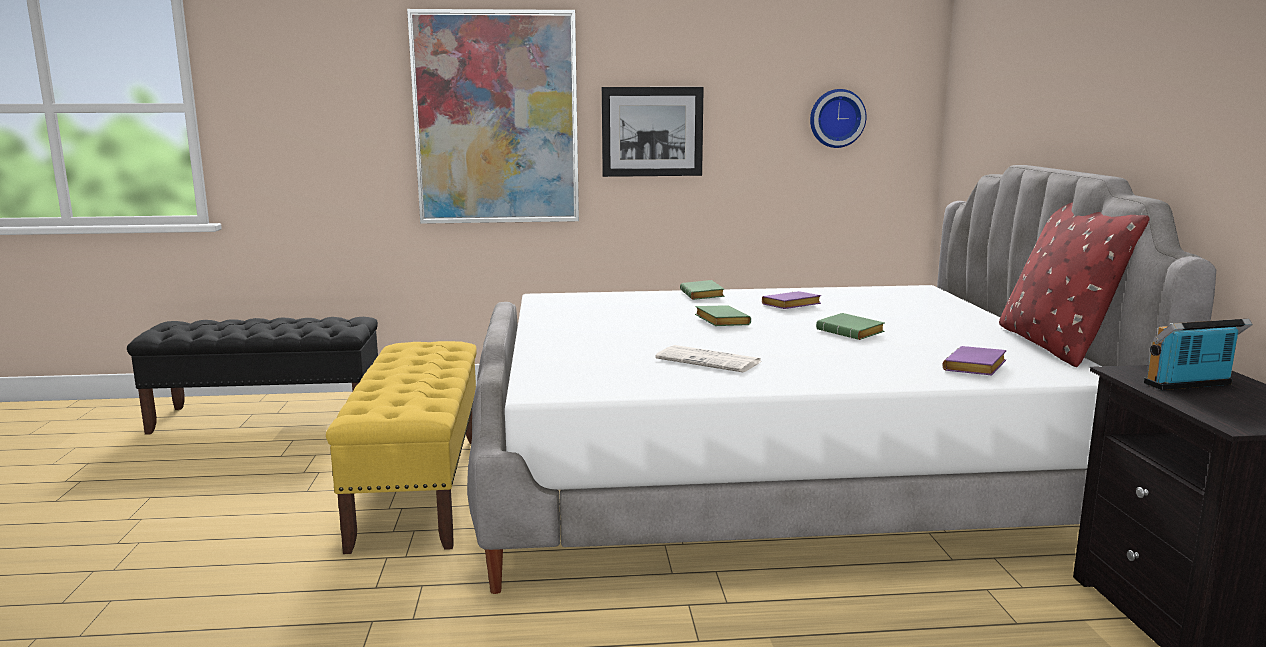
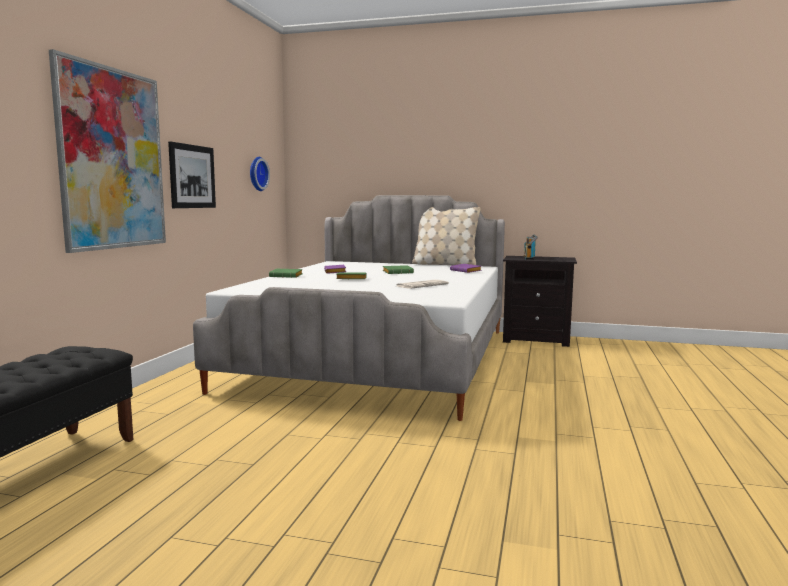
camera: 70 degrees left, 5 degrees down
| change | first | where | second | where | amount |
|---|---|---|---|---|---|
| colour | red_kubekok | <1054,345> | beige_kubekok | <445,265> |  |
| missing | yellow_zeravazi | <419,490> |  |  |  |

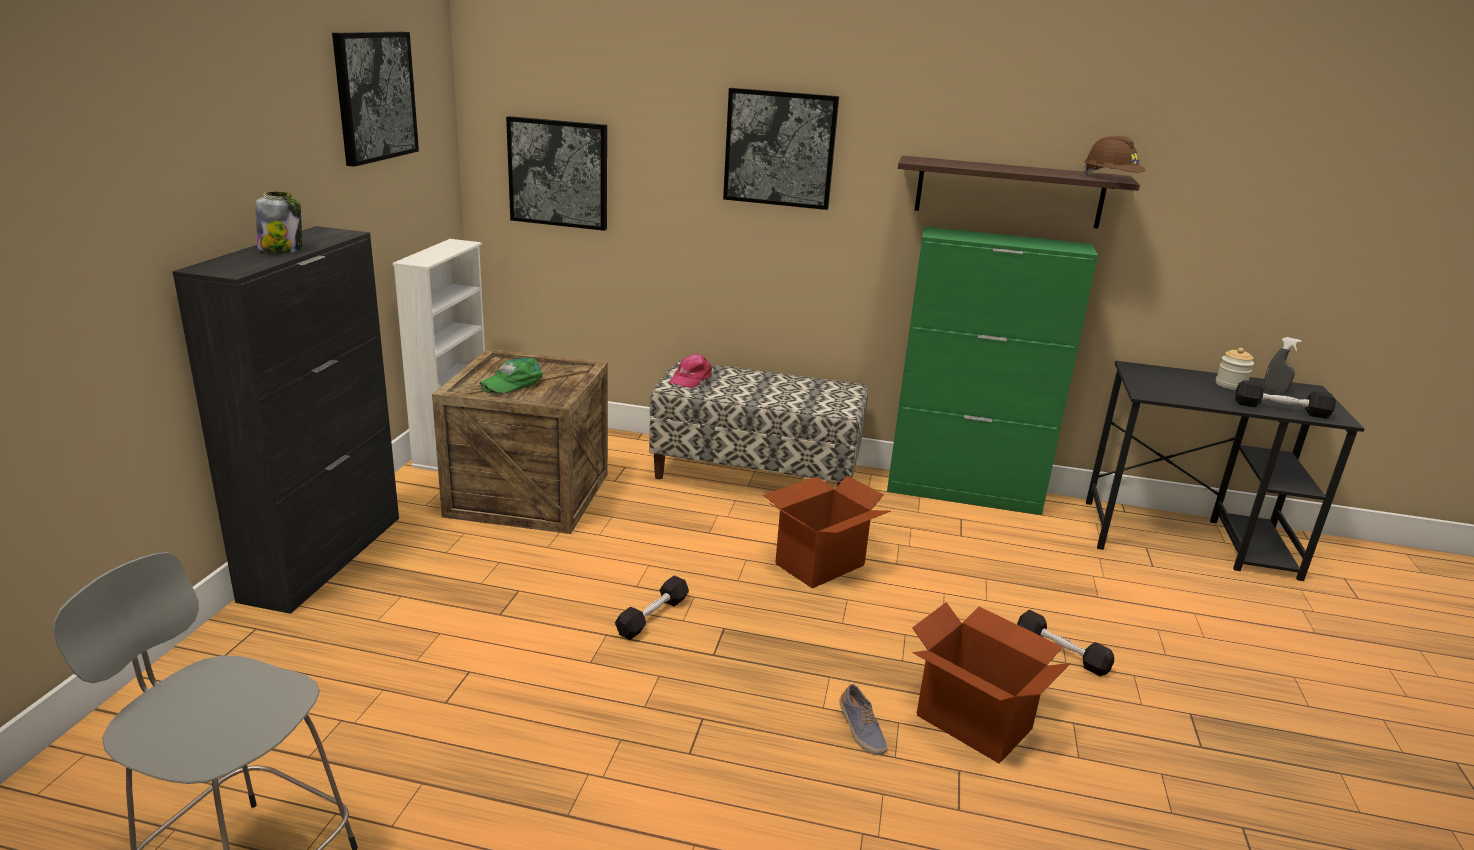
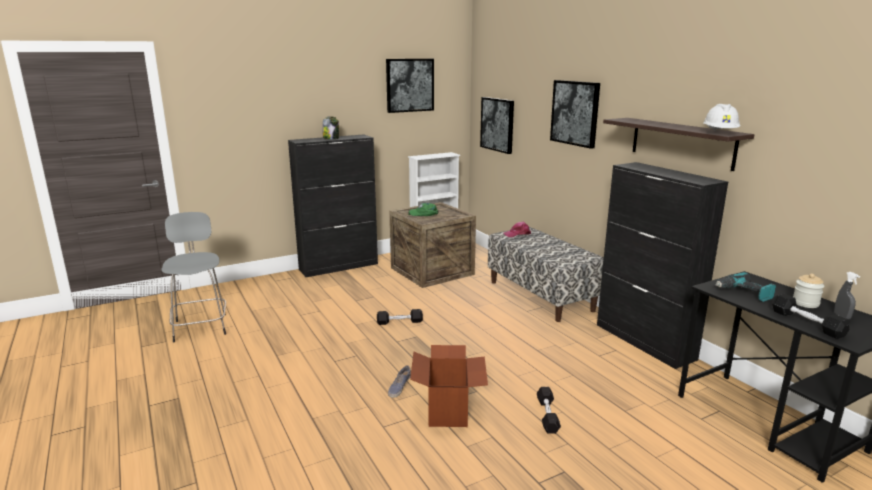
camera: 50 degrees right, 5 degrees down
| change | first | where | second | where | amount |
|---|---|---|---|---|---|
| colour | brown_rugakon | <1111,178> | white_rugakon | <720,133> |  |
| colour | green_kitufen | <964,493> | black_kitufen | <644,342> |  |
| missing | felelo | <818,564> |  |  |  |
| appeared |  |  | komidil | <744,293> |  |

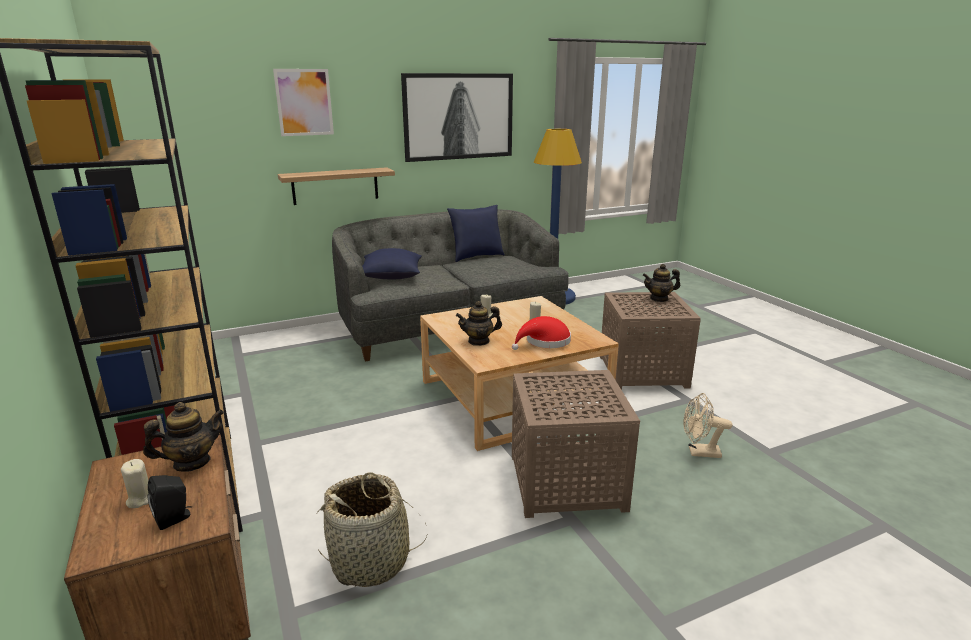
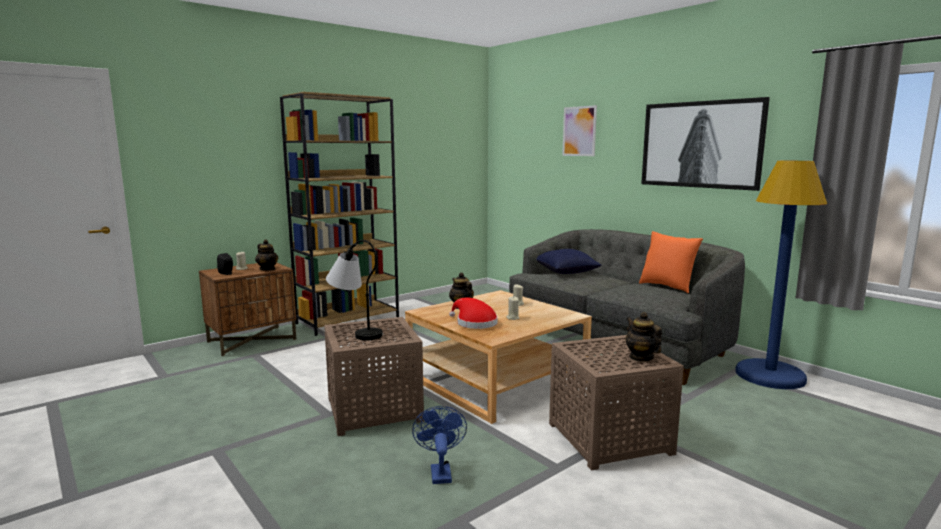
camera: 75 degrees right, 10 degrees down
| change | first | where | second | where | amount |
|---|---|---|---|---|---|
| missing | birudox | <335,186> |  |  |  |
| colour | blue_kubekok | <476,257> | orange_kubekok | <667,287> |  |
| colour | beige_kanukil | <699,452> | blue_kanukil | <440,471> |  |
| missing | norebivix | <371,561> |  |  |  |
| appeared |  |  | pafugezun | <355,332> |  |

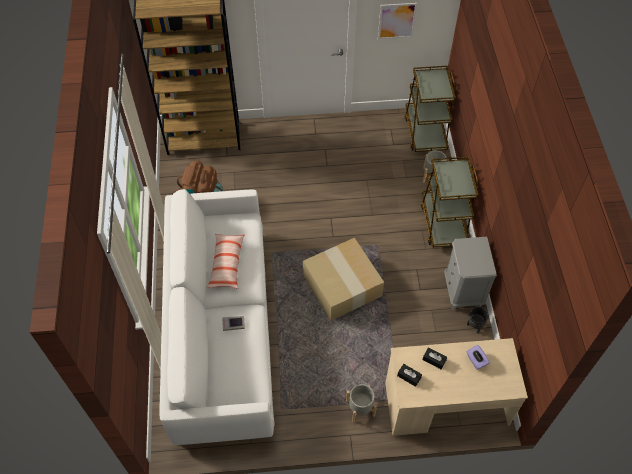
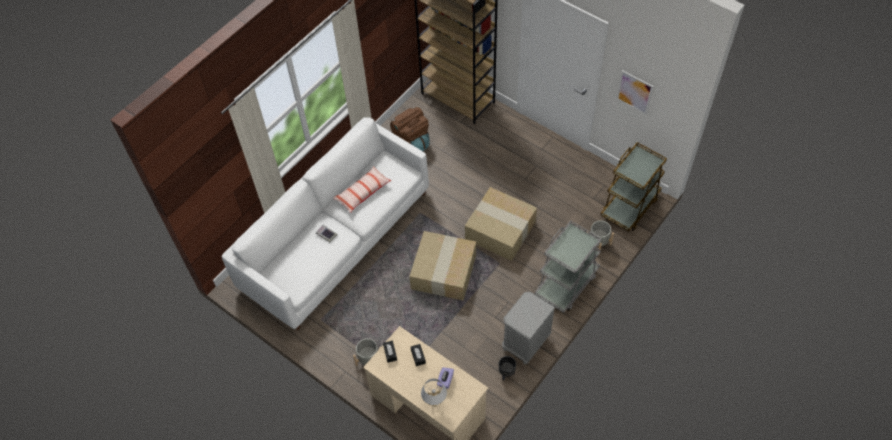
camera: 45 degrees right, 0 degrees up
| change | first | where | second | where | amount |
|---|---|---|---|---|---|
| colour | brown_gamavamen | <443,223> | grey_gamavamen | <566,284> |  |
| appeared |  |  | felelo | <501,230> |  |
| appeared |  |  | white_pafugezun | <434,403> |  |

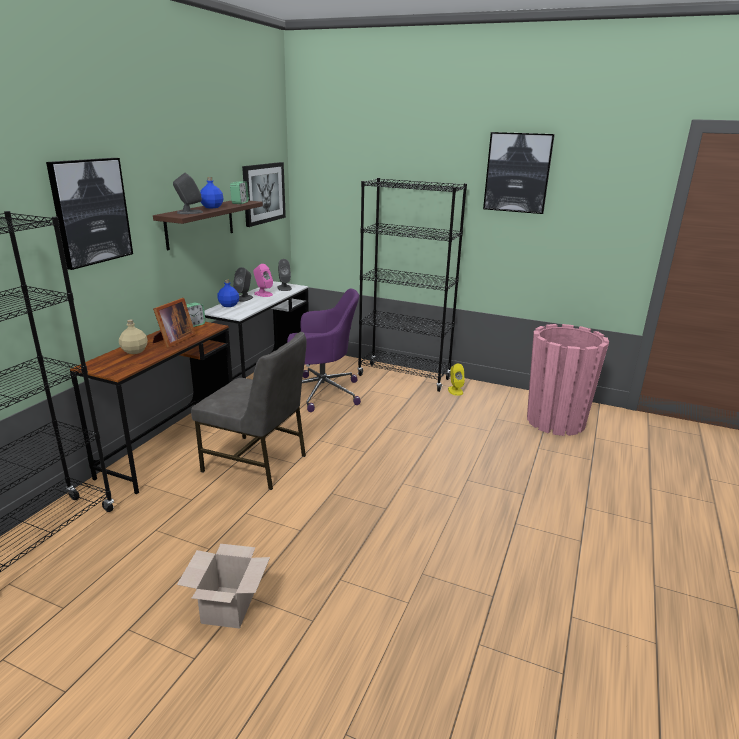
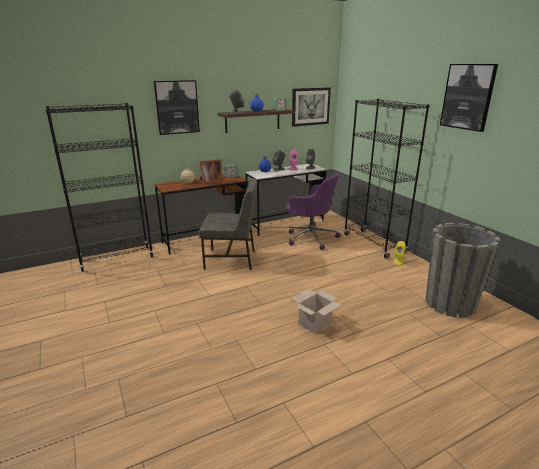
camera: 40 degrees right, 0 degrees up
| change | first | where | second | where | amount |
|---|---|---|---|---|---|
| colour | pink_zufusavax | <555,421> | grey_zufusavax | <450,303> |  |
| spun | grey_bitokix | <257,463> |  | <231,260> | 60 degrees counterclockwise |
| relocated | felelo | <228,606> |  | <315,322> |  |

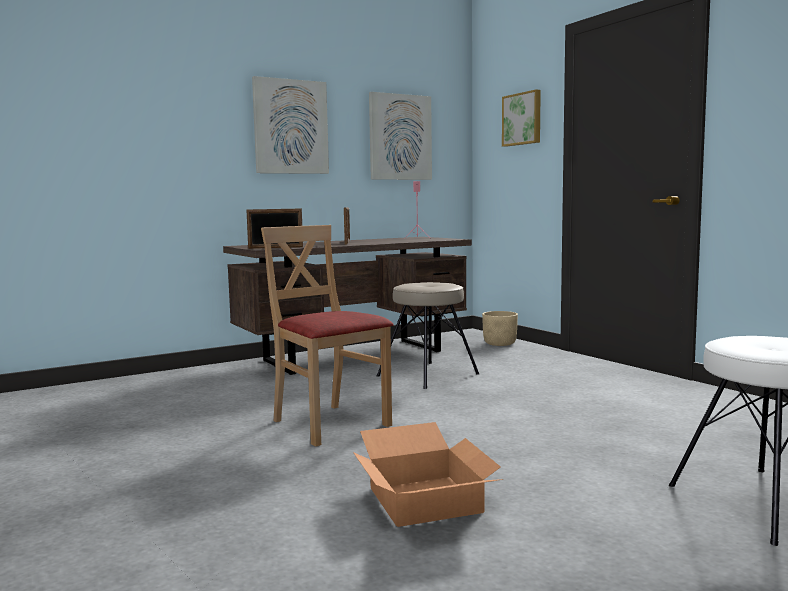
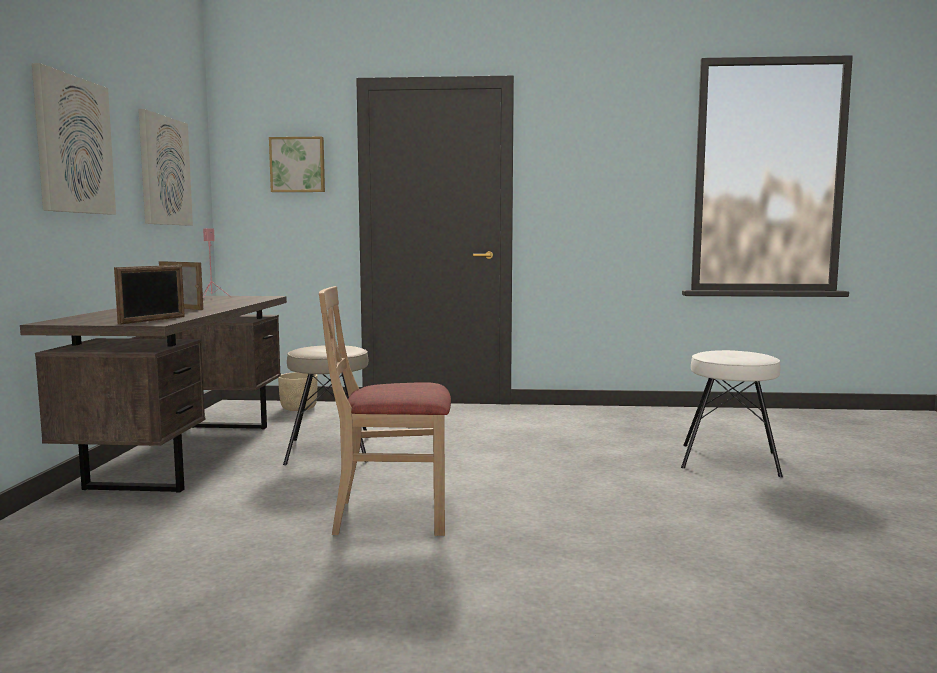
camera: 55 degrees left, 0 degrees up
| change | first | where | second | where | amount |
|---|---|---|---|---|---|
| missing | felelo | <427,500> |  |  |  |

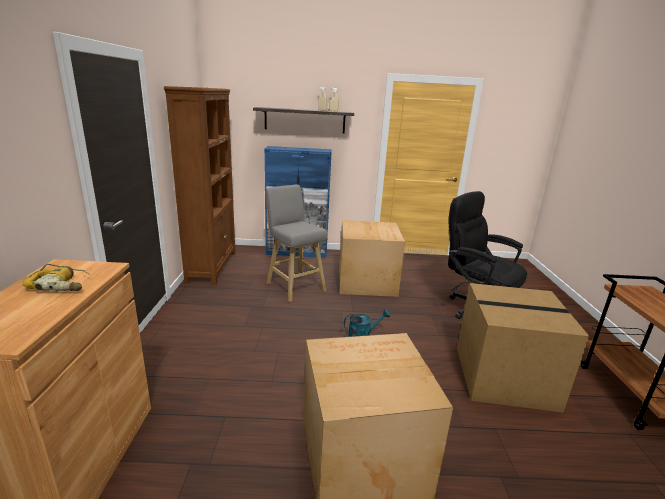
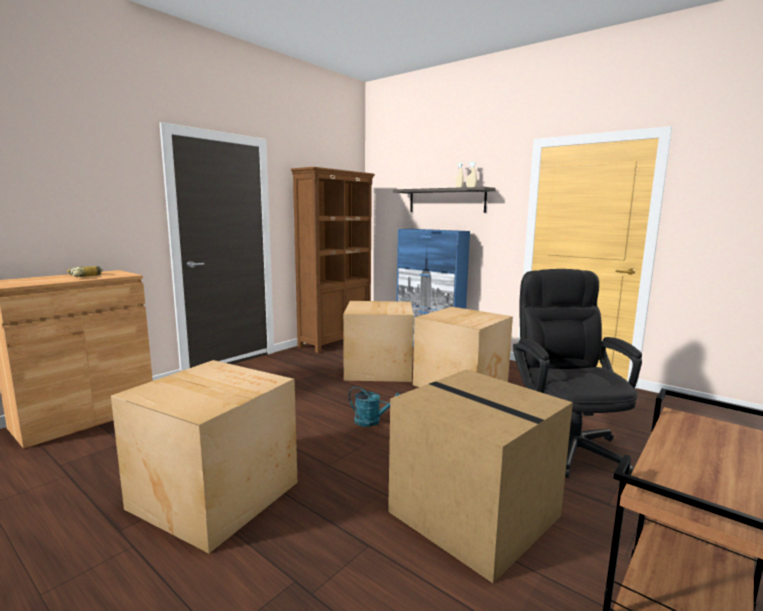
camera: 40 degrees right, 10 degrees down
| change | first | where | second | where | amount |
|---|---|---|---|---|---|
| exchanged | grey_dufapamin | <294,286> | felelo | <379,369> |  |

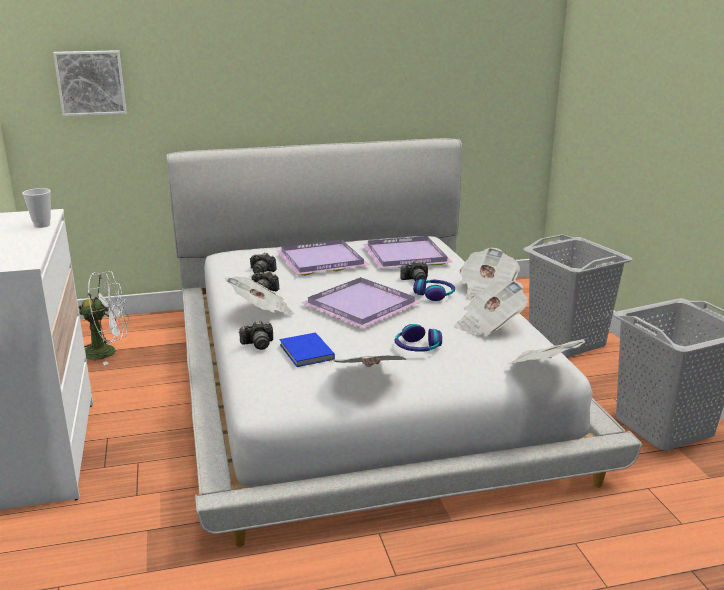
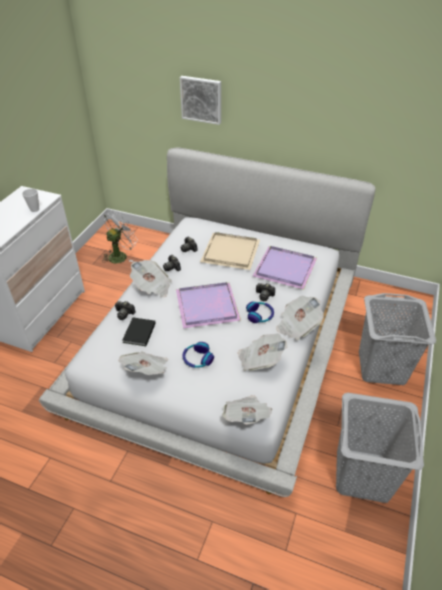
camera: 35 degrees right, 20 degrees up
| change | first | where | second | where | amount |
|---|---|---|---|---|---|
| relocated | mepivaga | <91,83> |  | <201,99> |  |
| colour | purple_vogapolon | <321,261> | beige_vogapolon | <229,253> |  |
| spun | white_kanukil | <107,352> |  | <120,255> | 75 degrees counterclockwise |
| colour | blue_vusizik | <306,353> | black_vusizik | <138,333> |  |

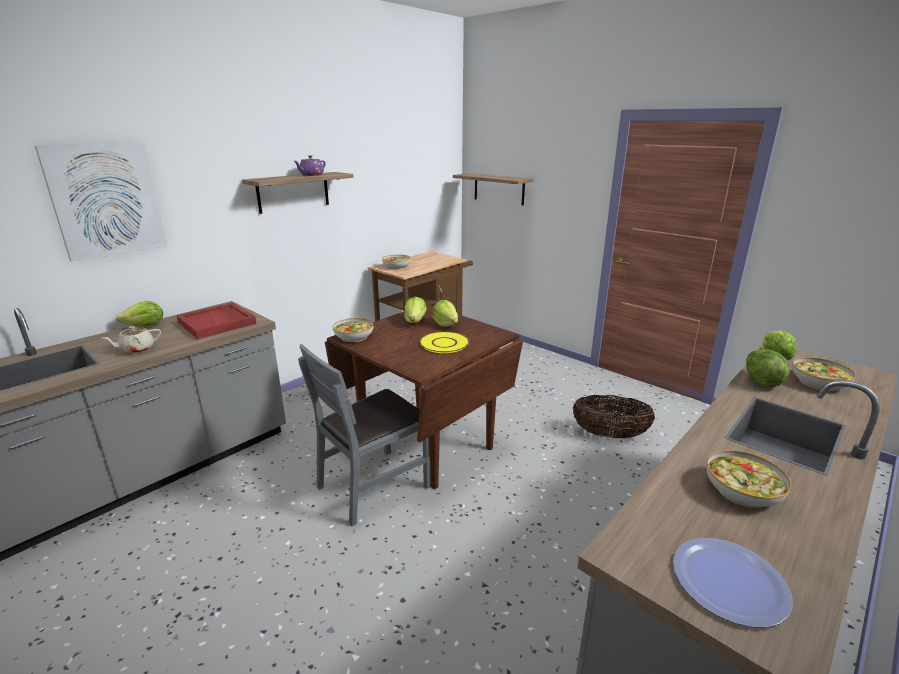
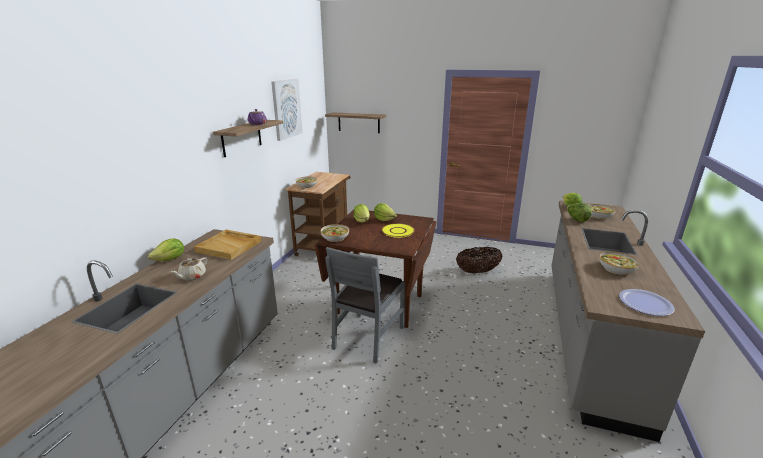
camera: 25 degrees left, 0 degrees up
| change | first | where | second | where | amount |
|---|---|---|---|---|---|
| relocated | mepivaga | <106,200> |  | <286,109> |  |
| colour | red_vogapolon | <218,323> | beige_vogapolon | <229,246> |  |

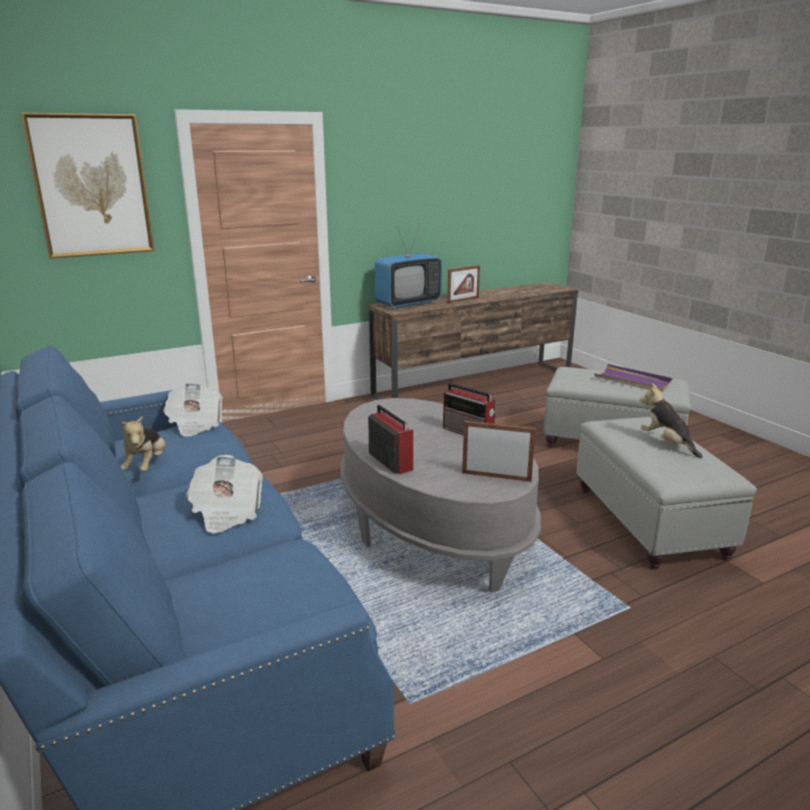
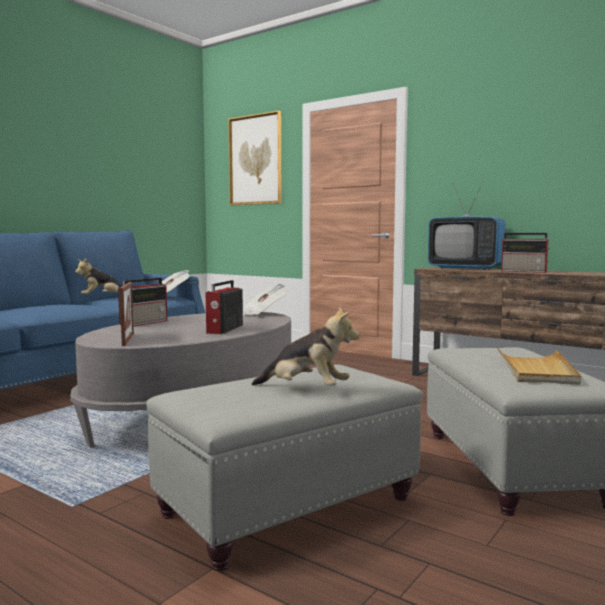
camera: 65 degrees right, 15 degrees down
| change | first | where | second | where | amount |
|---|---|---|---|---|---|
| exchanged | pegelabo | <463,300> | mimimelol | <525,271> |  |
| colour | purple_vogapolon | <633,381> | beige_vogapolon | <536,370> |  |
| spun | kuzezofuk | <667,443> |  | <306,389> | 75 degrees clockwise |
| relocated | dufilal | <227,512> |  | <262,314> |  |

